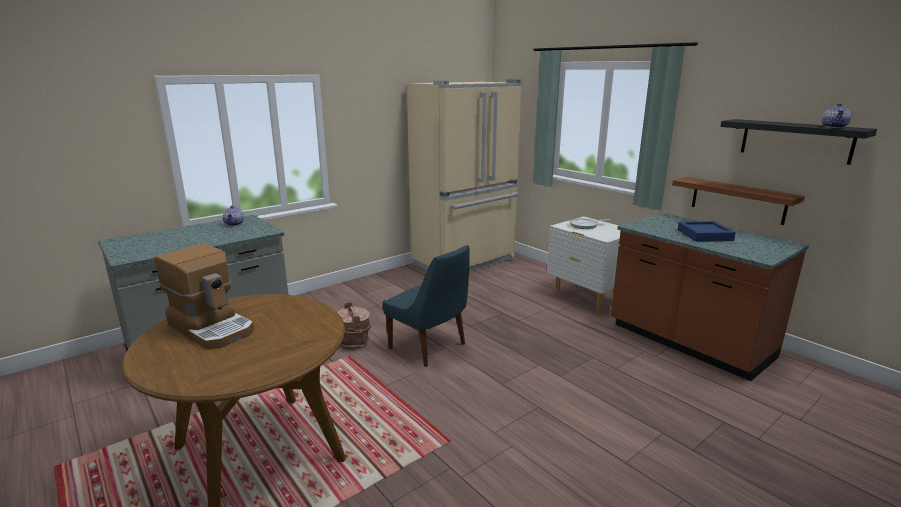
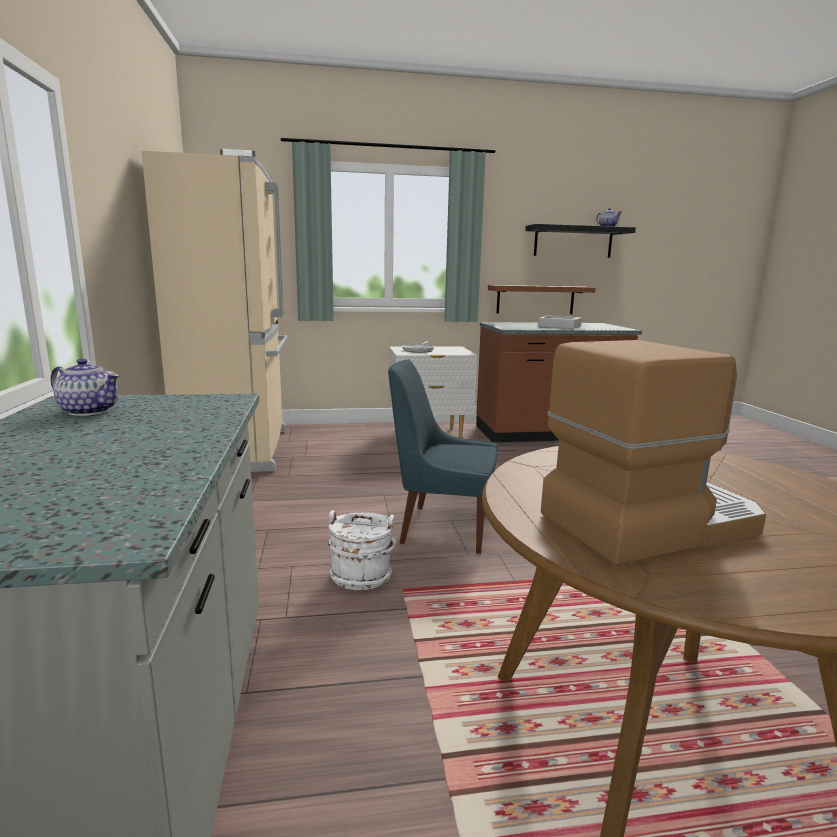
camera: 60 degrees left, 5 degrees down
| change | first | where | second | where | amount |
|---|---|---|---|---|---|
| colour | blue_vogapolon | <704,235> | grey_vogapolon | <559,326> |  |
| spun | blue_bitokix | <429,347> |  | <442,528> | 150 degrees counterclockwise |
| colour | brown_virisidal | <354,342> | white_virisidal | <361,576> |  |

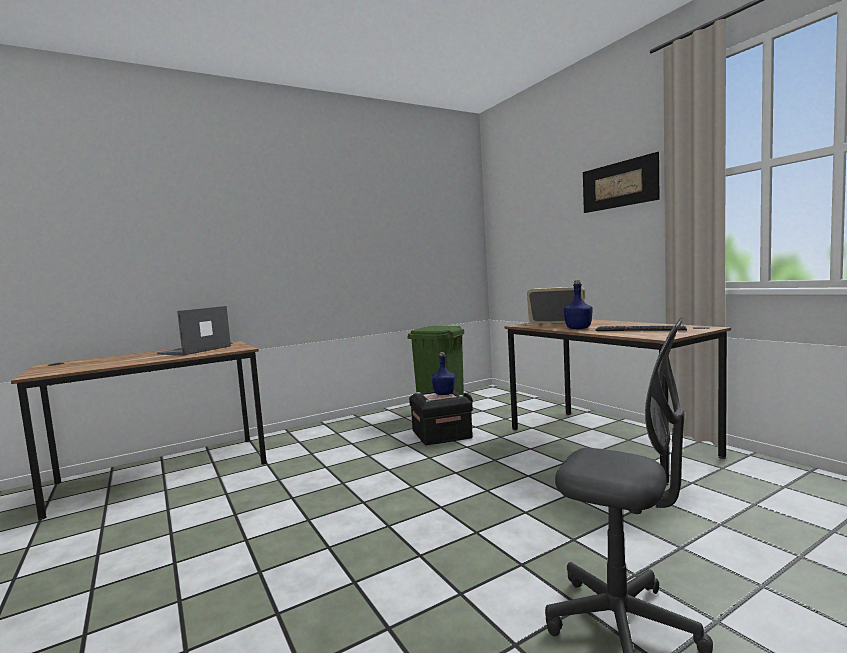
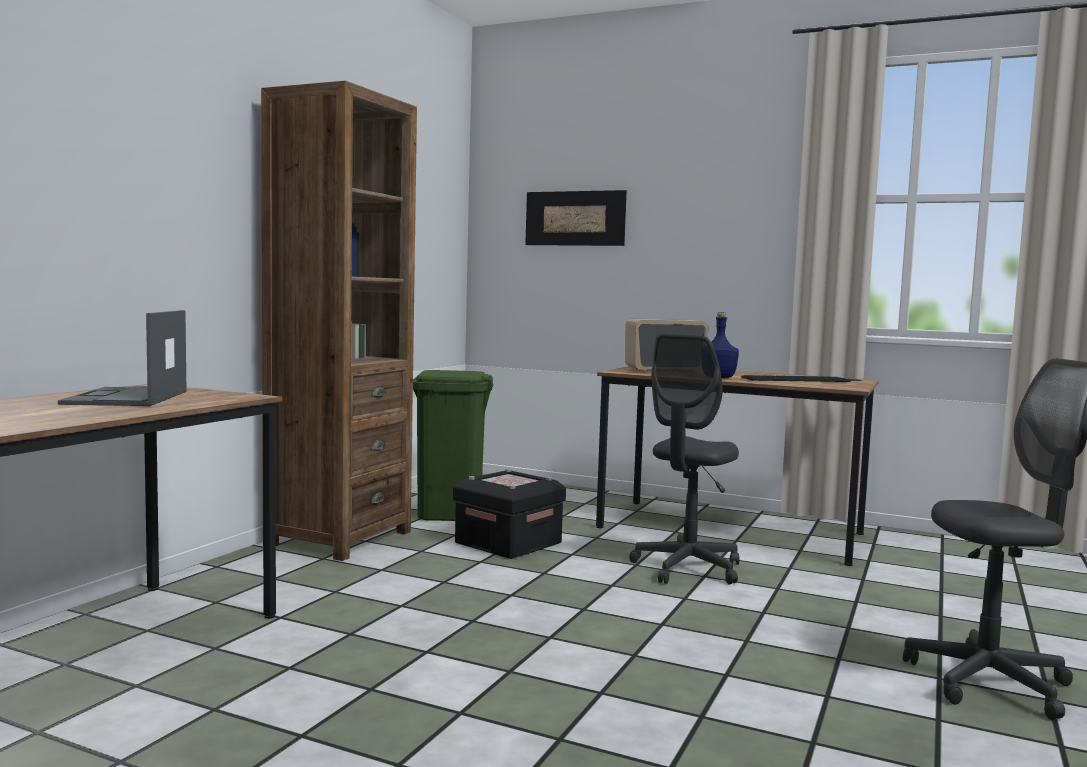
camera: 35 degrees left, 0 degrees up
| change | first | where | second | where | amount |
|---|---|---|---|---|---|
| relocated | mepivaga | <619,184> |  | <575,218> |  |
| missing | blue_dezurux | <444,393> |  |  |  |
| appeared |  |  | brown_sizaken | <339,538> |  |
| appeared |  |  | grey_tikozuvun | <687,568> |  |

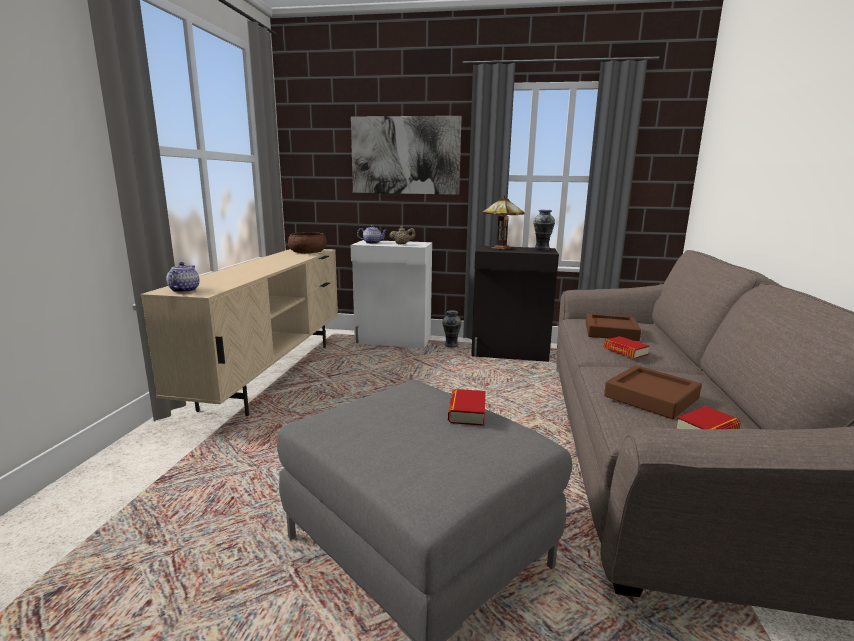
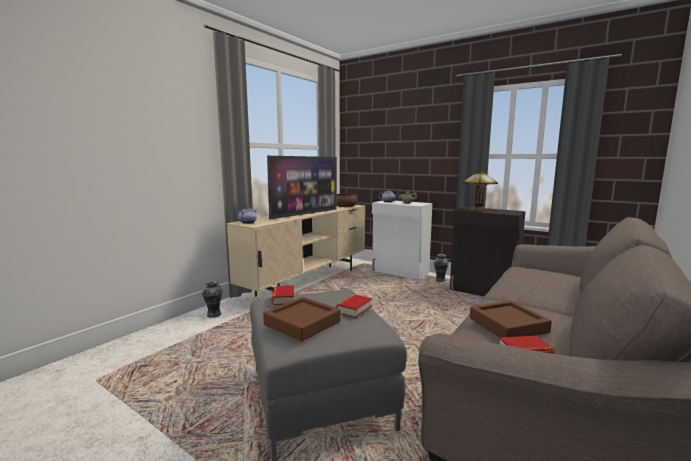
camera: 25 degrees right, 5 degrees down
| change | first | where | second | where | amount |
|---|---|---|---|---|---|
| missing | mepivaga | <405,155> |  |  |  |
| relocated | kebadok | <542,249> |  | <214,314> |  |
| relocated | brown_vogapolon | <611,332> |  | <302,323> |  |
| relocated | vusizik | <625,351> |  | <283,298> |  |
| appeared |  |  | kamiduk | <305,214> |  |

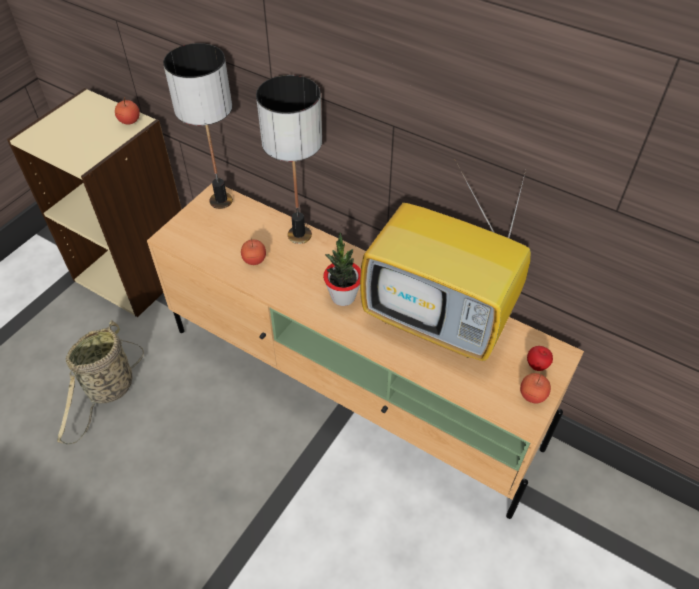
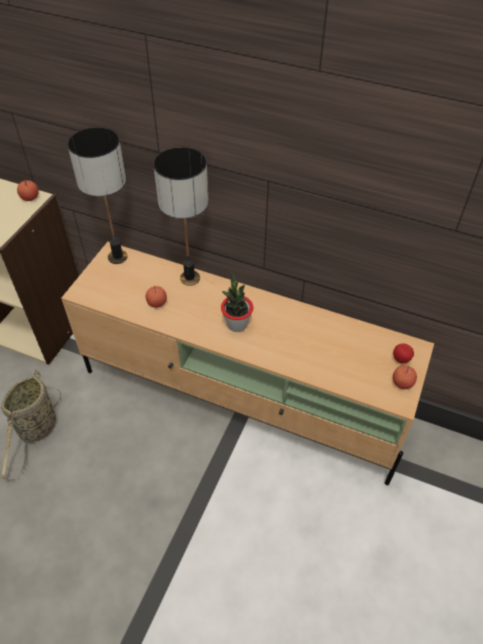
camera: 10 degrees left, 0 degrees up
| change | first | where | second | where | amount |
|---|---|---|---|---|---|
| missing | kamiduk | <441,320> |  |  |  |

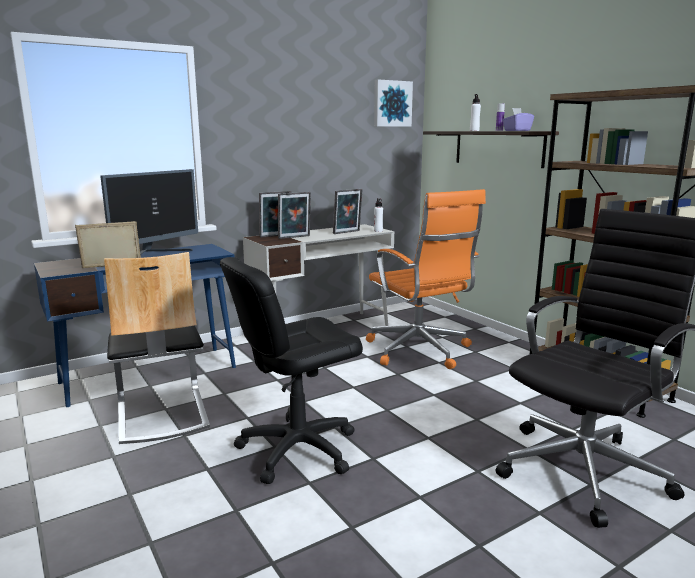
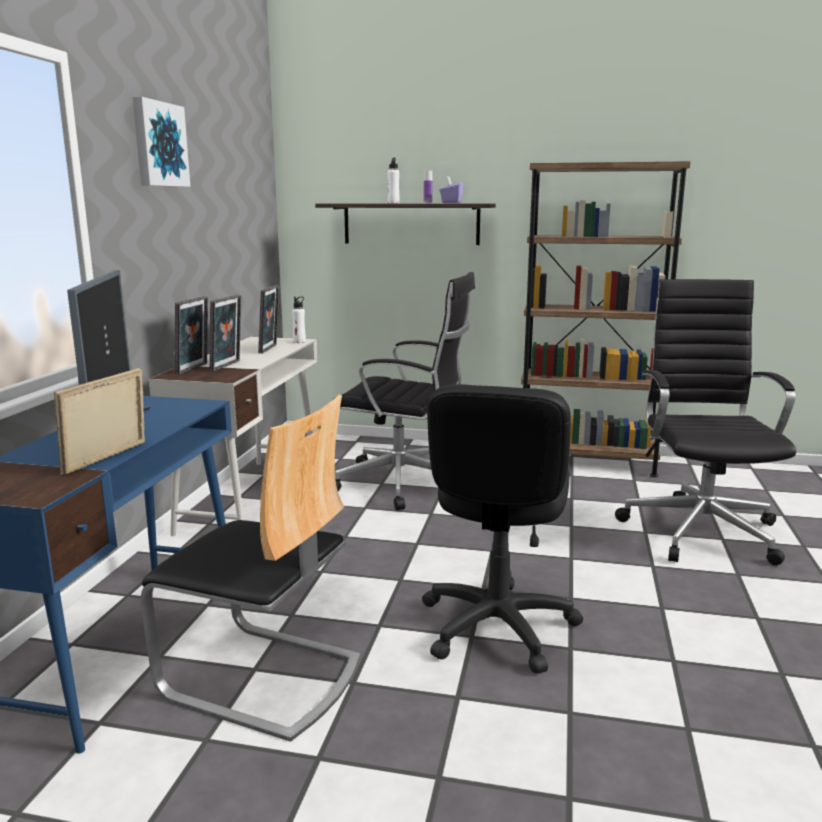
camera: 45 degrees left, 0 degrees up
| change | first | where | second | where | amount |
|---|---|---|---|---|---|
| relocated | mepivaga | <391,103> |  | <158,144> |  |
| colour | orange_tikozuvun | <419,351> | black_tikozuvun | <404,483> |  |

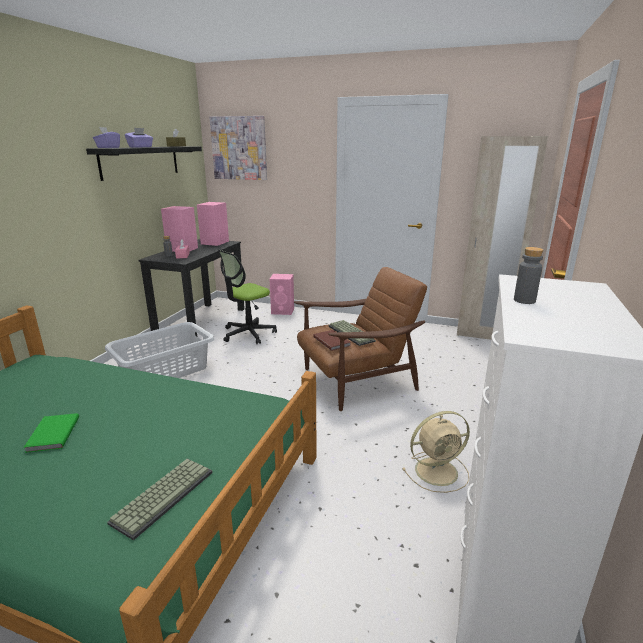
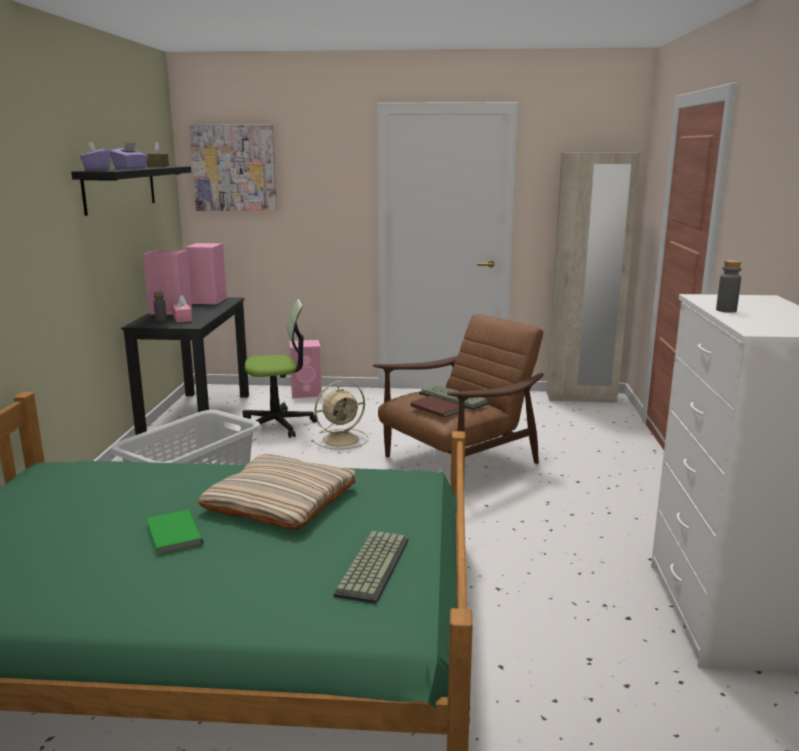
camera: 15 degrees left, 5 degrees down
| change | first | where | second | where | amount |
|---|---|---|---|---|---|
| spun | tikozuvun | <248,334> |  | <278,424> | 135 degrees counterclockwise |
| relocated | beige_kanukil | <438,471> |  | <342,439> |  |
| appeared |  |  | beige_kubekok | <280,500> |  |

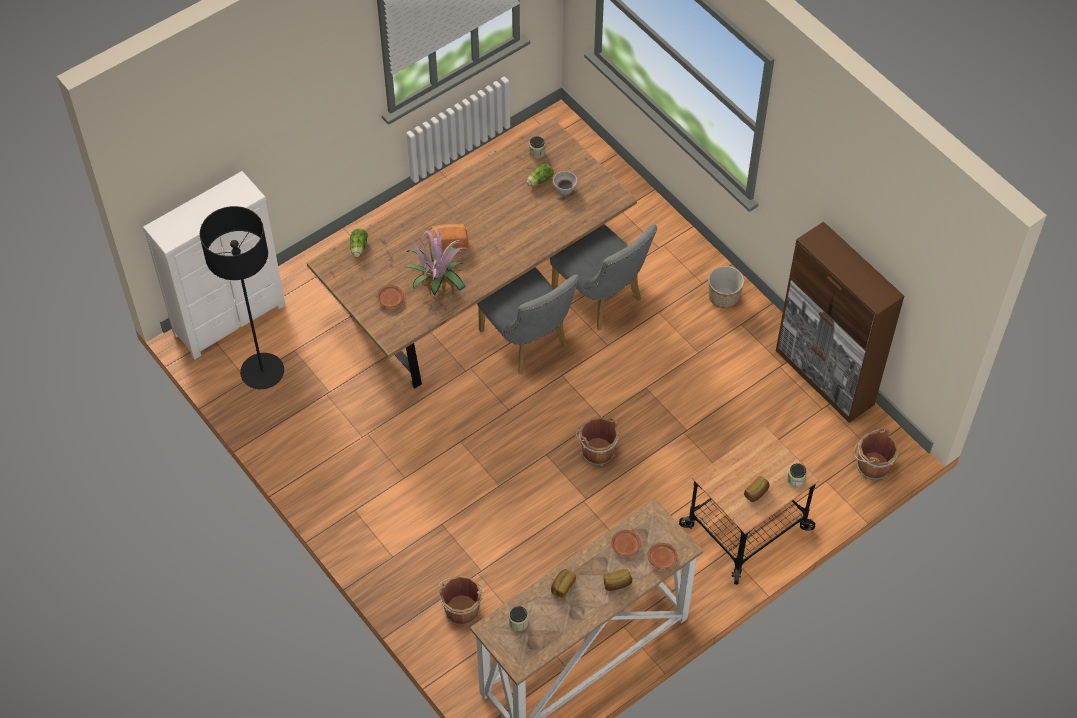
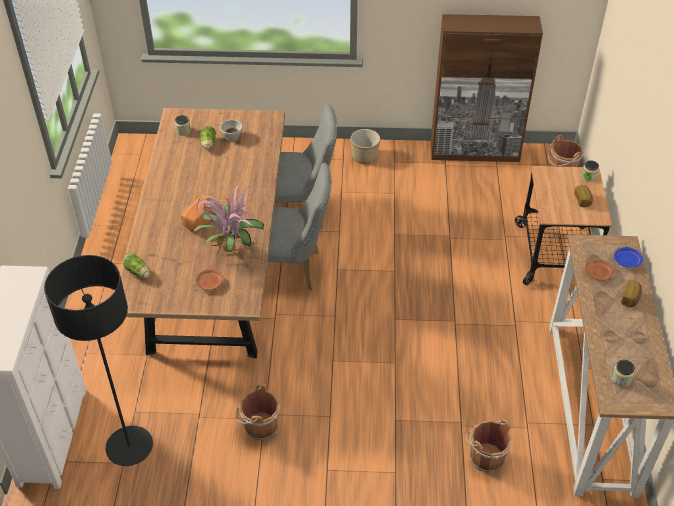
camera: 50 degrees left, 10 degrees down
| change | first | where | second | where | amount |
|---|---|---|---|---|---|
| relocated | brown_virisidal | <596,451> |  | <259,427> |  |
| colour | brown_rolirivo | <662,559> | blue_rolirivo | <627,261> |  |
| missing | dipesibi | <562,586> |  |  |  |

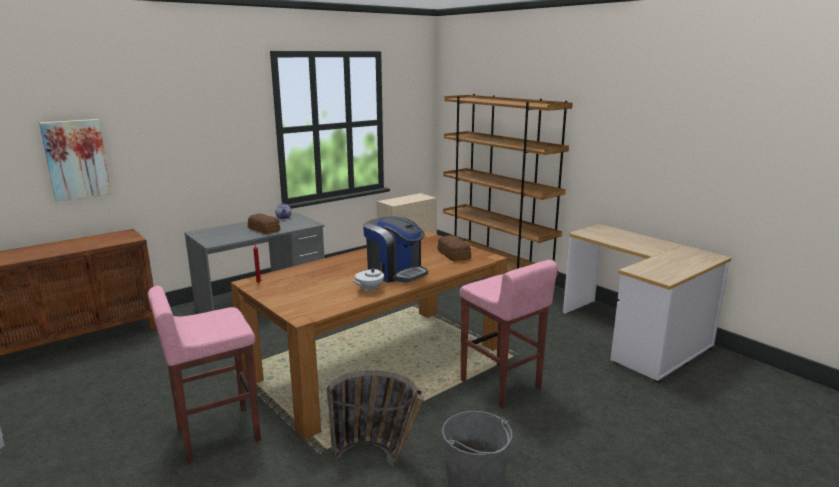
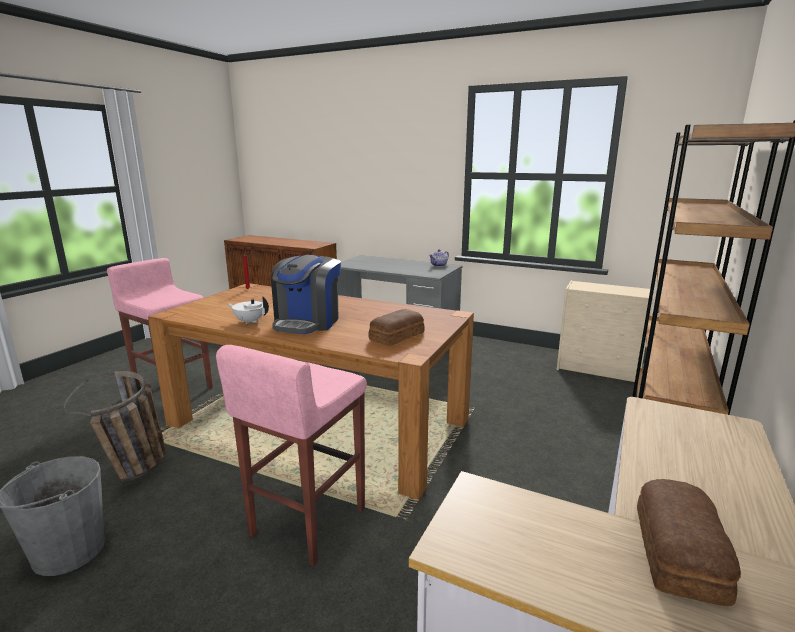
camera: 65 degrees right, 0 degrees up
| change | first | where | second | where | amount |
|---|---|---|---|---|---|
| missing | mepivaga | <76,159> |  |  |  |
| relocated | dipesibi | <264,229> |  | <680,552> |  |

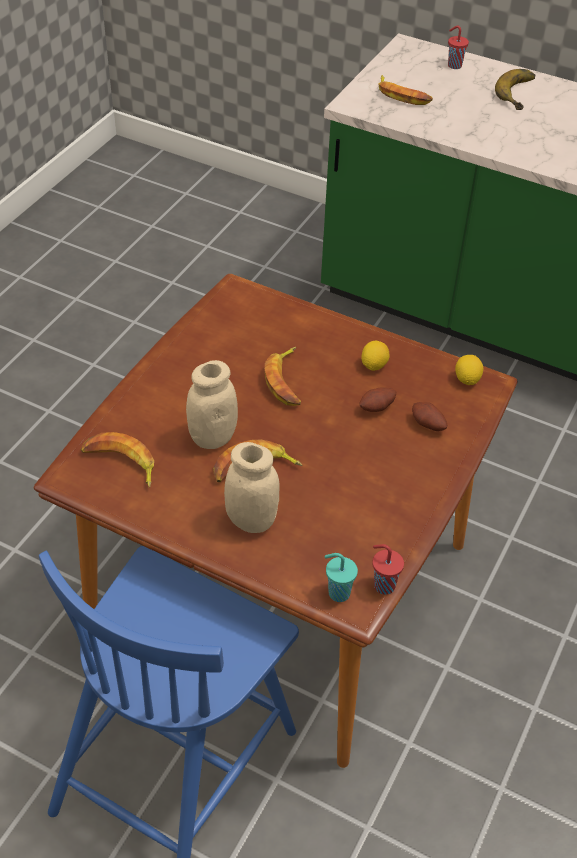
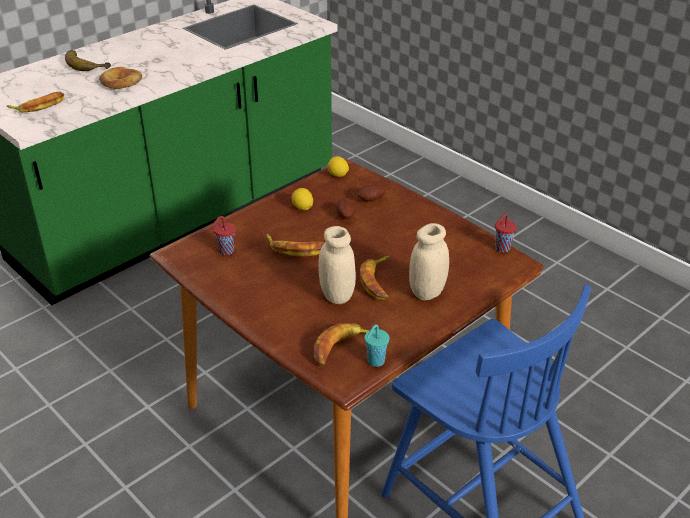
camera: 70 degrees left, 10 degrees down
| change | first | where | second | where | amount |
|---|---|---|---|---|---|
| relocated | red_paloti | <453,65> |  | <225,251> |  |
| relocated | turquoise_paloti | <337,593> |  | <375,362> |  |
| appeared |  |  | dipesibi | <120,81> |  |

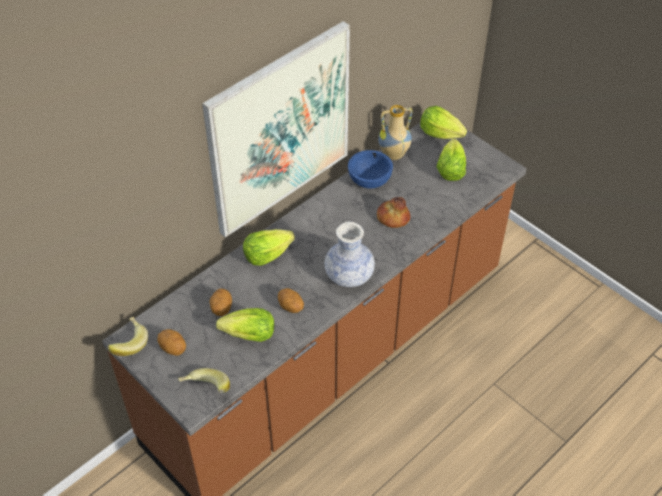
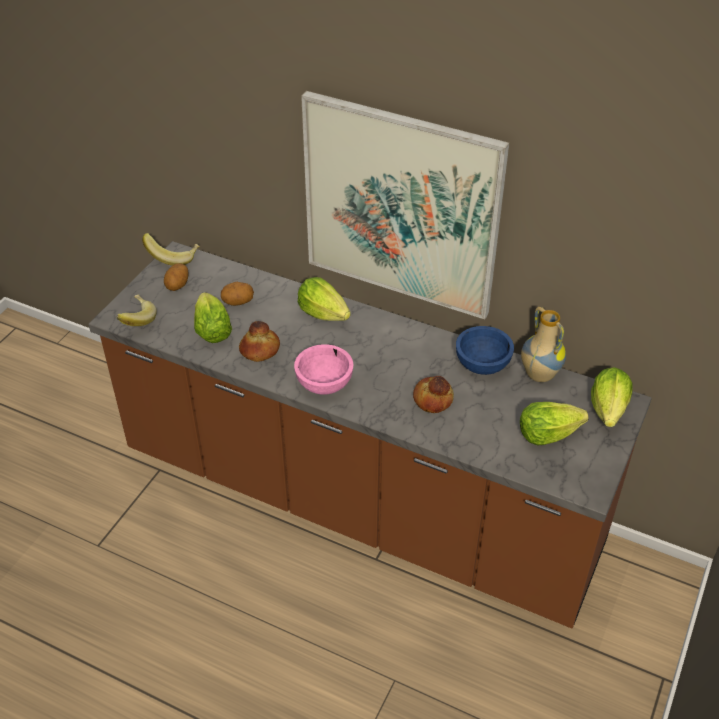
camera: 70 degrees right, 5 degrees down
| change | first | where | second | where | amount |
|---|---|---|---|---|---|
| exchanged | kebadok | <349,276> | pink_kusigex | <324,383> |  |
| exchanged | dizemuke | <290,307> | dipesibi | <260,350> |  |

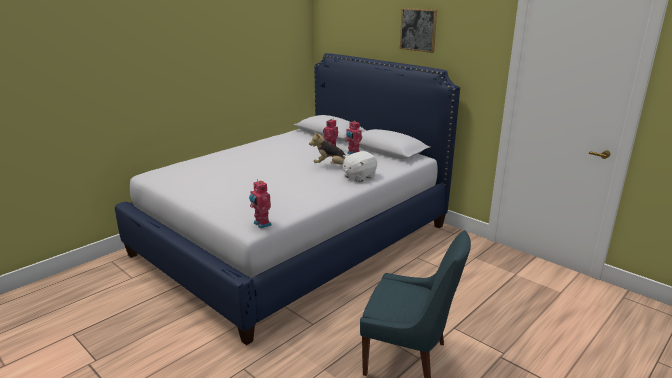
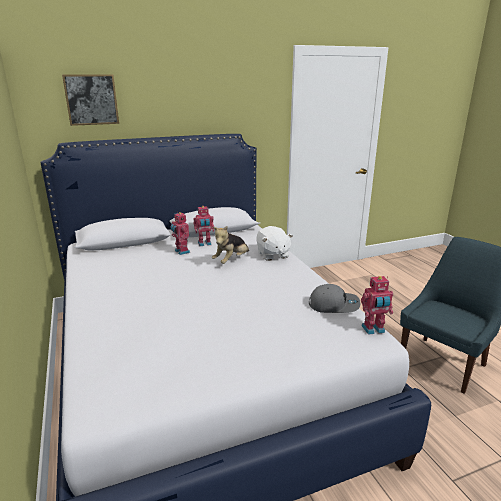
camera: 65 degrees left, 0 degrees up
| change | first | where | second | where | amount |
|---|---|---|---|---|---|
| relocated | mepivaga | <418,29> |  | <91,99> |  |
| appeared |  |  | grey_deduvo | <334,304> |  |

